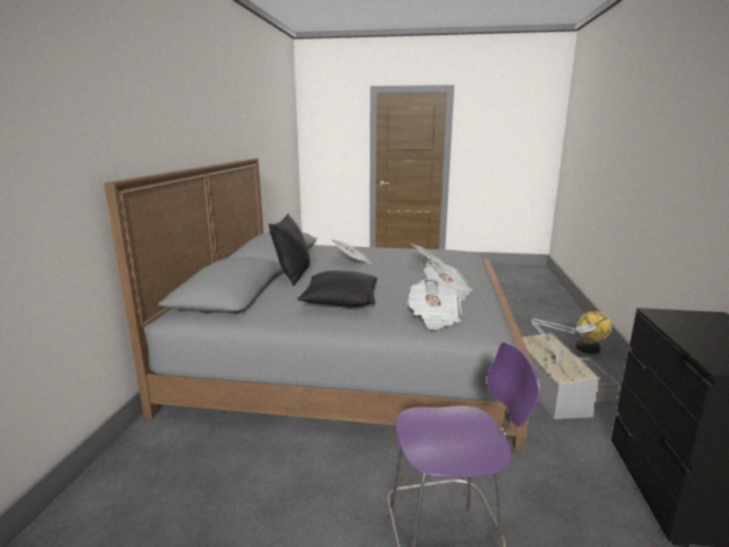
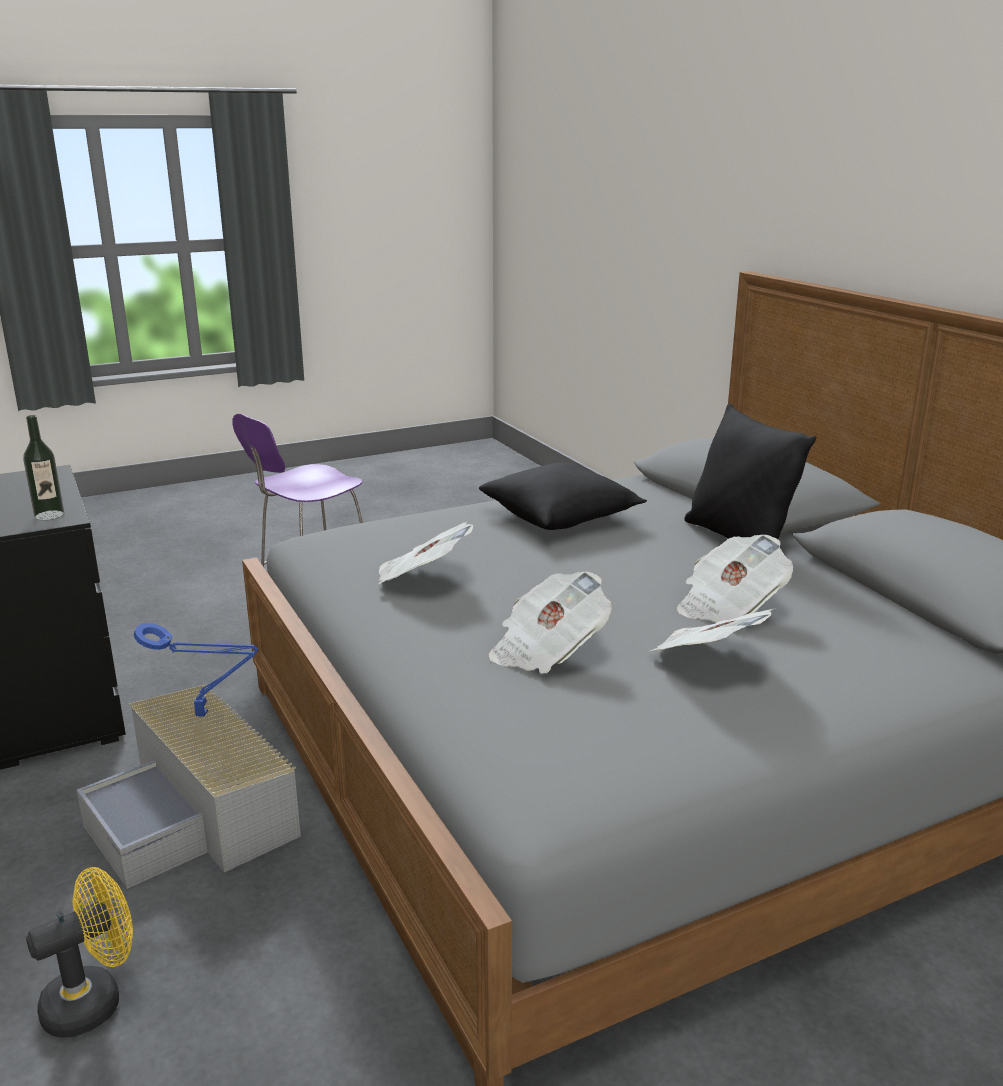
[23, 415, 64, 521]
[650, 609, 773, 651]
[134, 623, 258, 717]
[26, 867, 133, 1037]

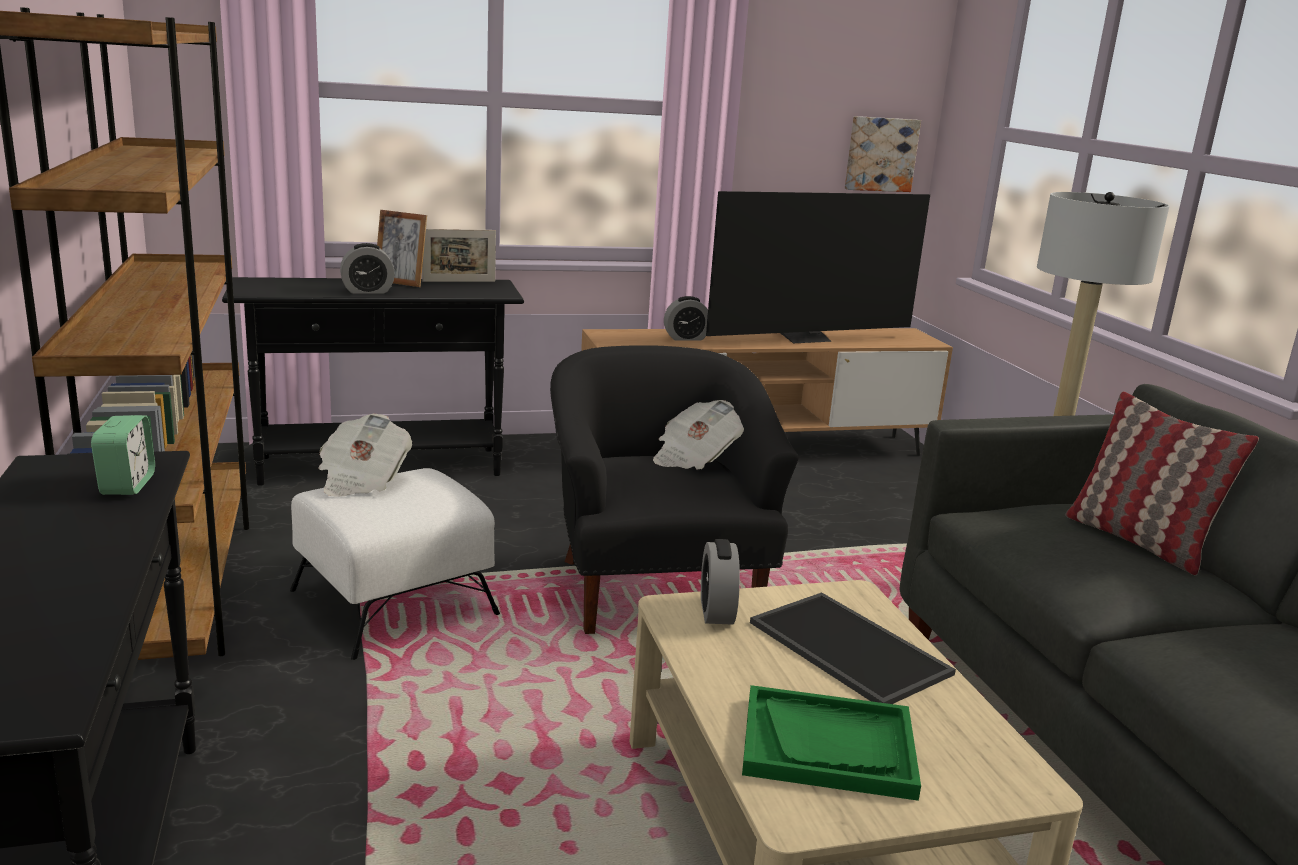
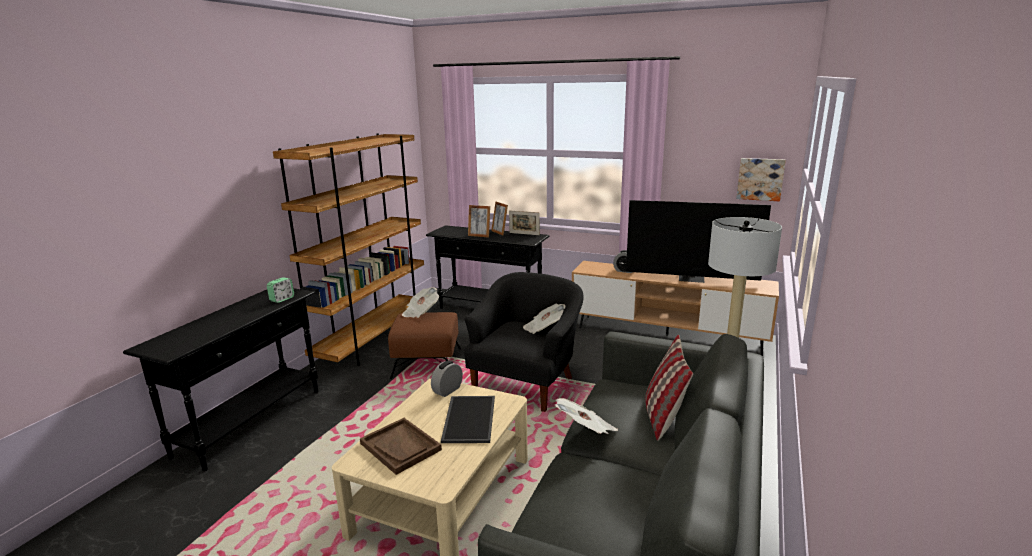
[555, 398, 618, 434]
[468, 205, 490, 238]
[388, 312, 461, 379]
[360, 418, 442, 475]

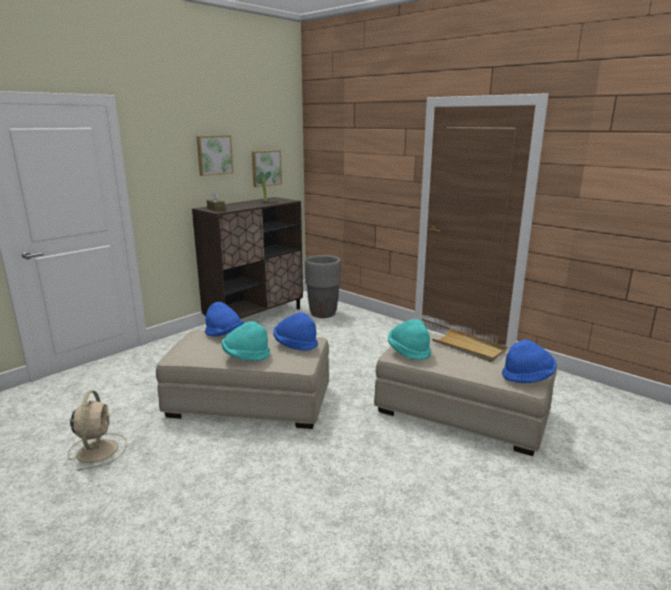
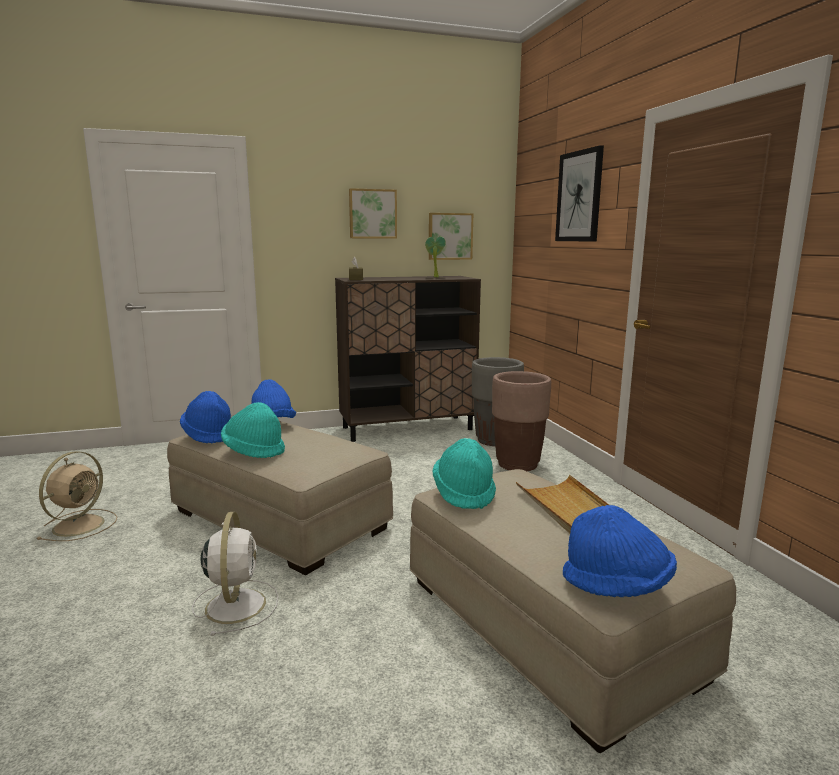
[192, 512, 278, 636]
[492, 371, 551, 471]
[555, 145, 604, 242]
[180, 391, 231, 444]

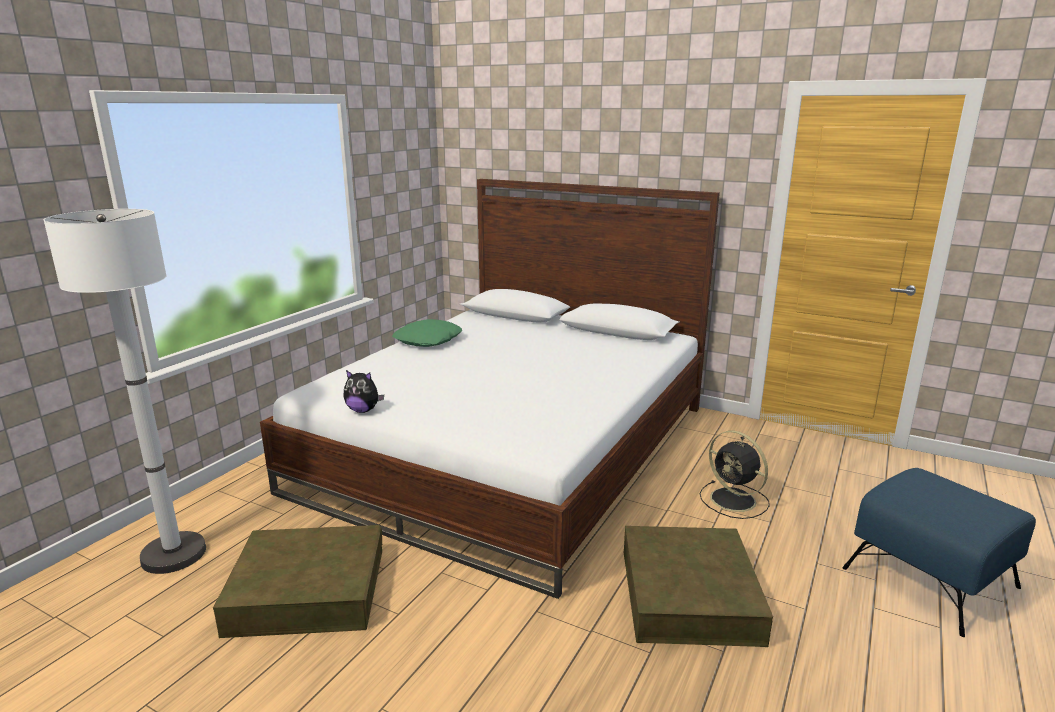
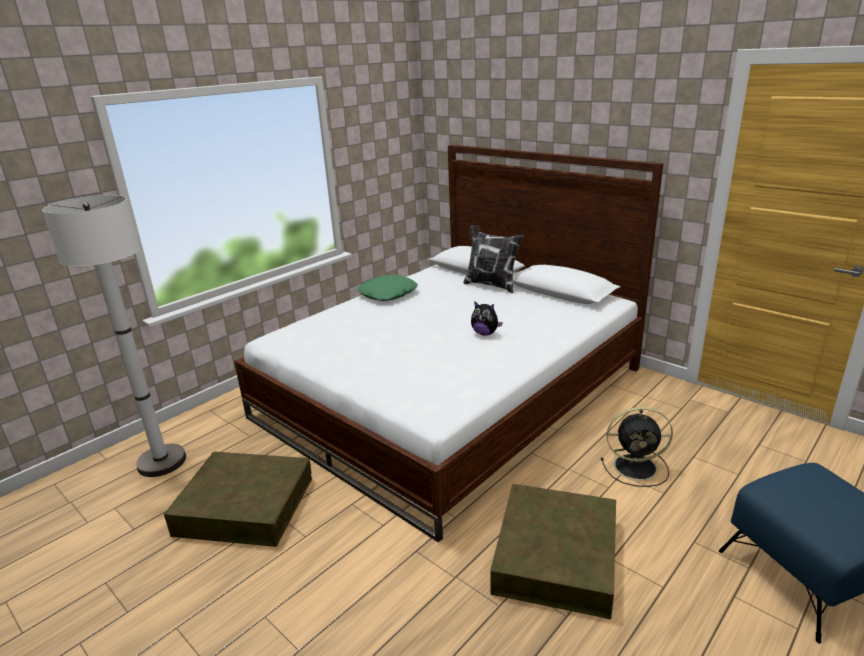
[463, 225, 524, 293]
[471, 301, 503, 336]
[601, 407, 673, 487]

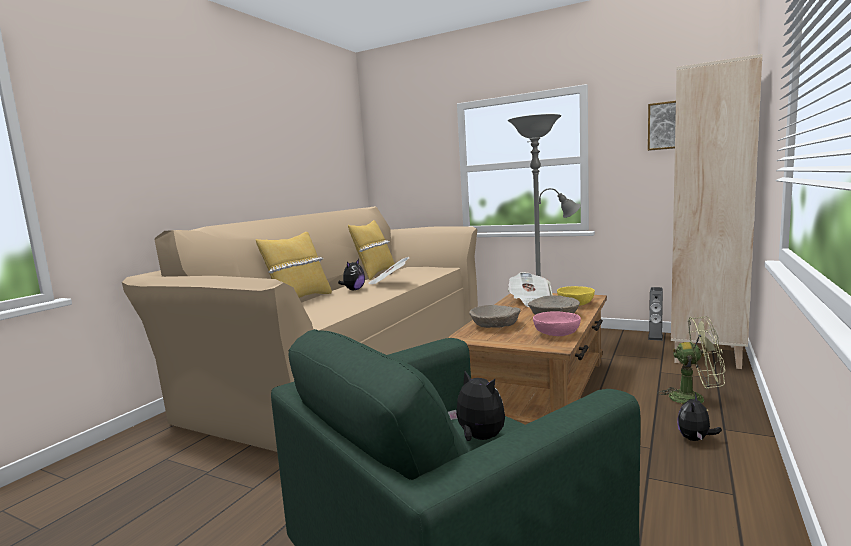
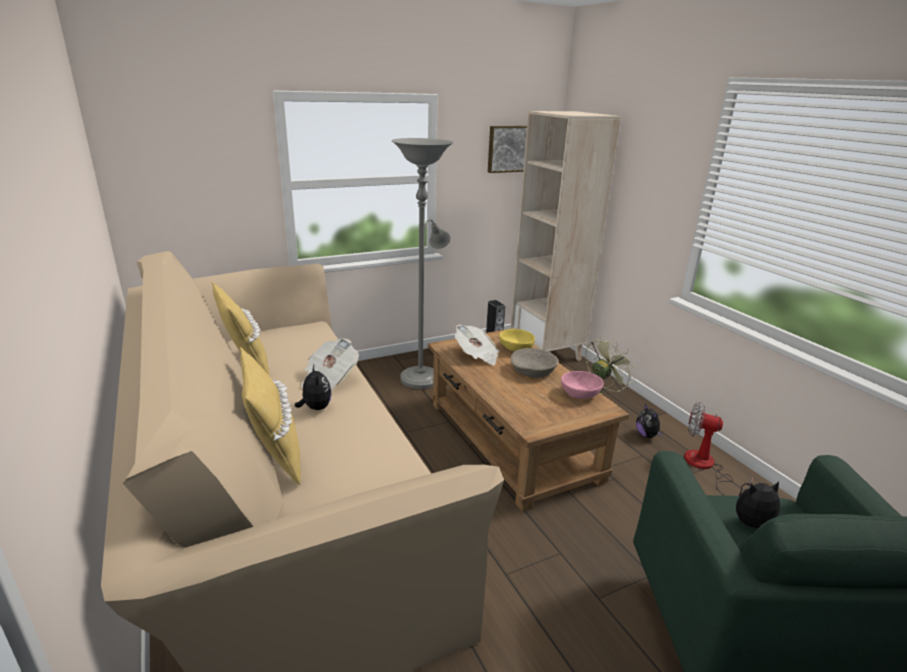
[469, 305, 521, 328] (first image)
[684, 402, 752, 496]

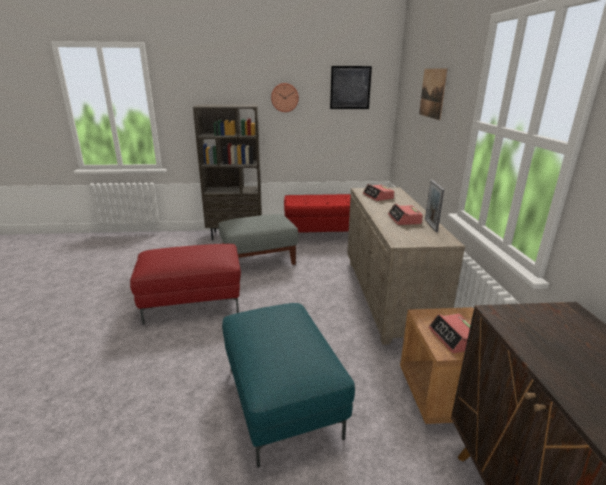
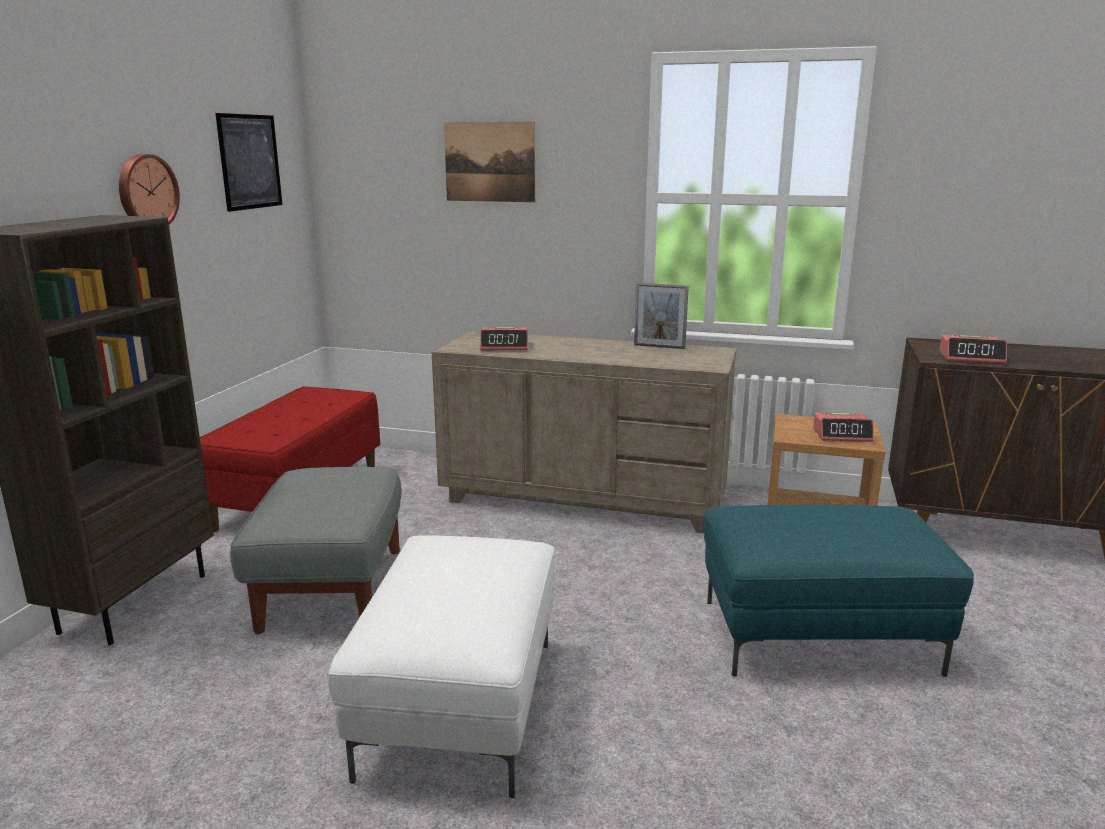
[939, 335, 1007, 364]
[328, 536, 555, 798]

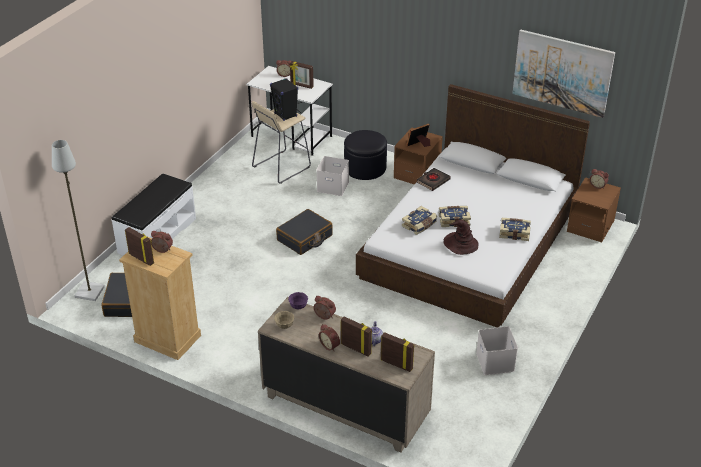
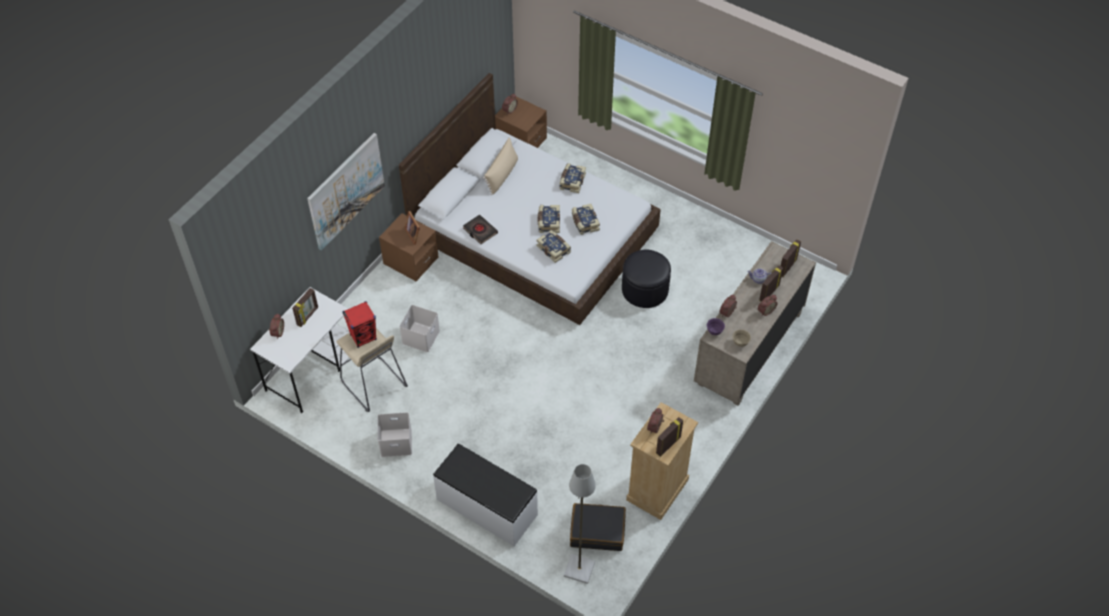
[276, 209, 333, 255] (first image)
[483, 138, 518, 195]
[622, 250, 671, 308]
[378, 412, 412, 457]
[307, 133, 385, 251]
[572, 204, 600, 235]
[342, 301, 377, 348]

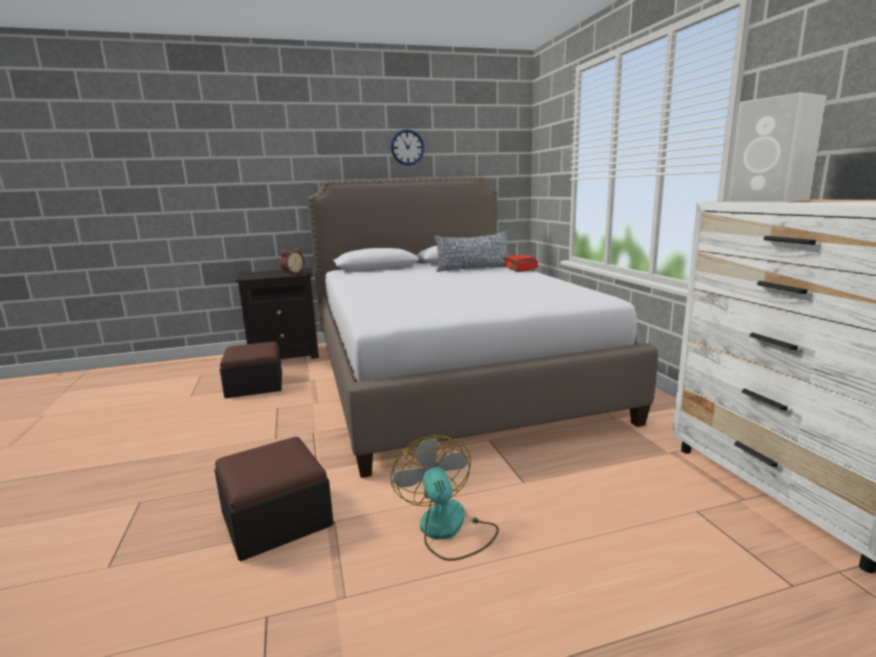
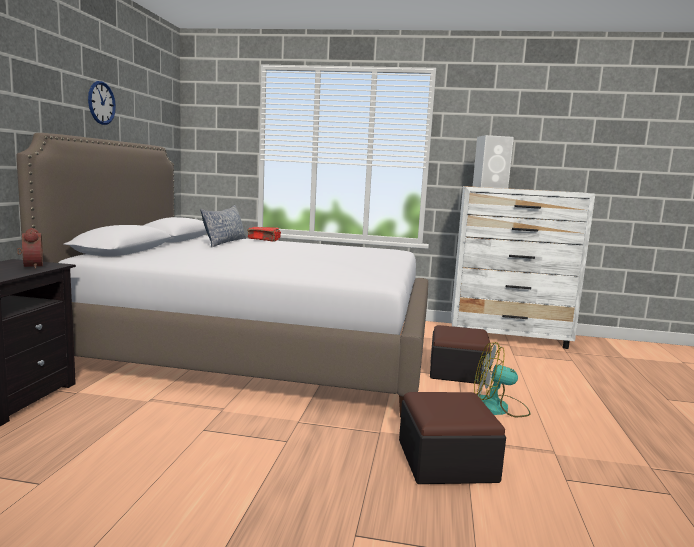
[430, 325, 492, 385]

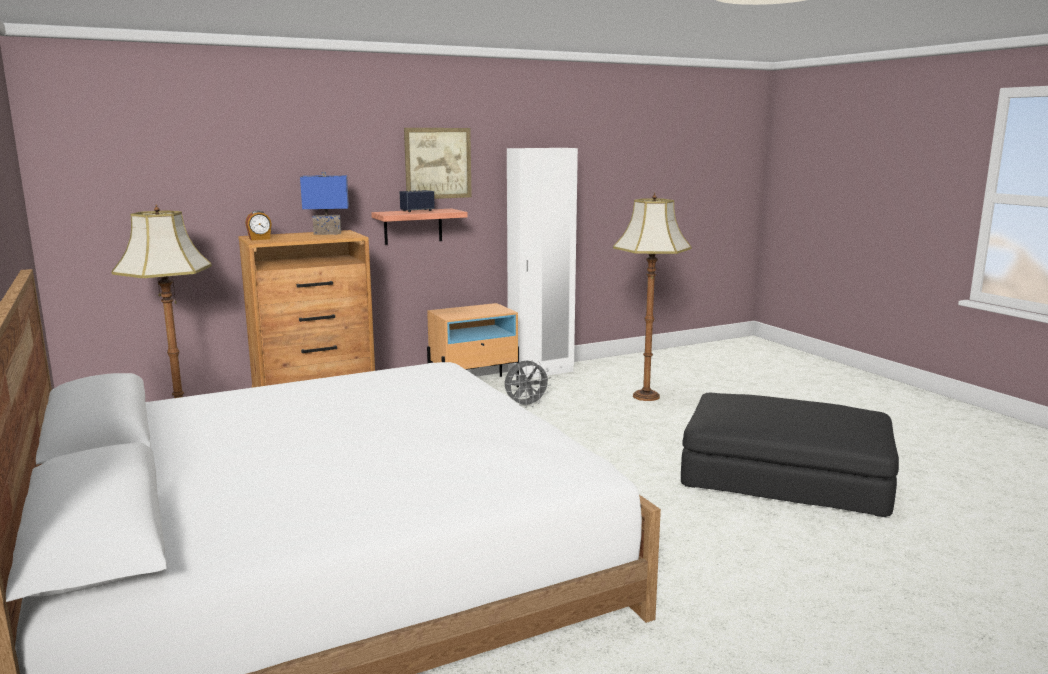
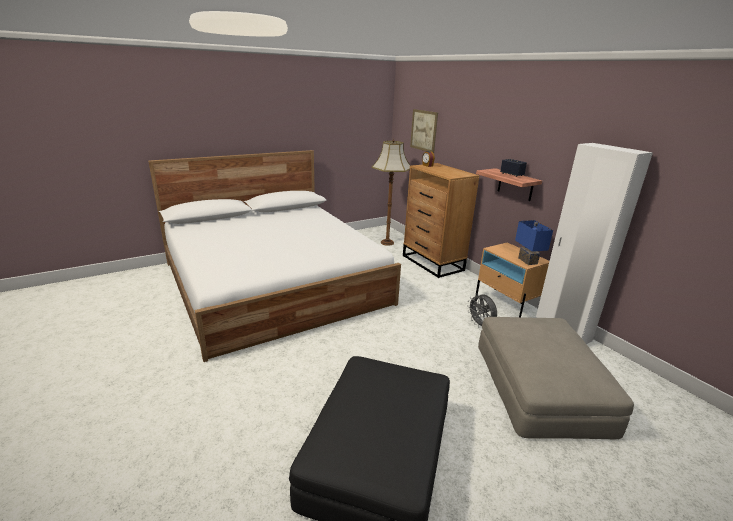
[515, 220, 553, 265]
[410, 109, 438, 153]
[478, 317, 634, 439]

